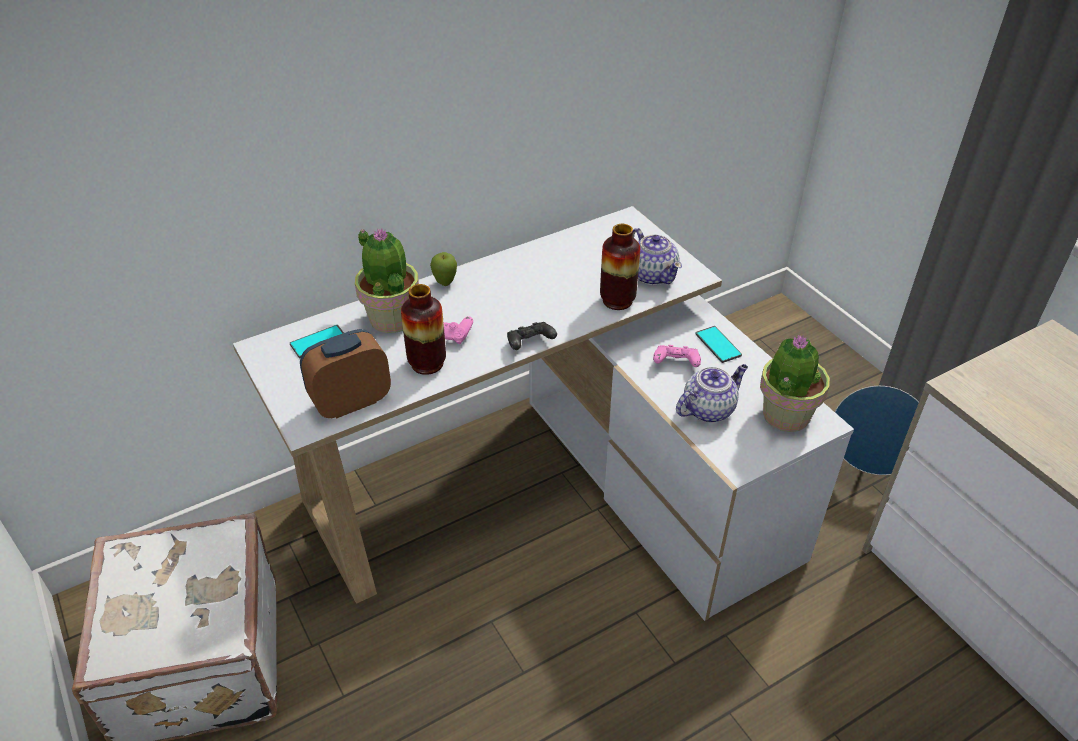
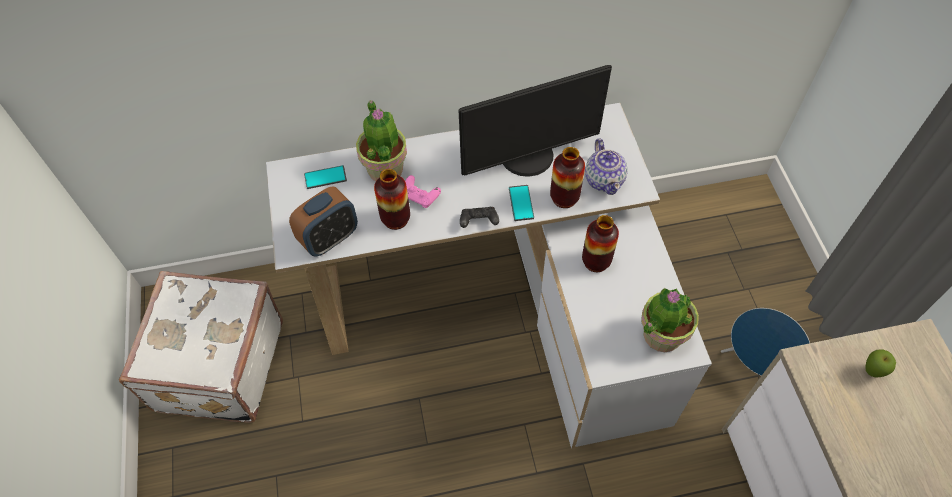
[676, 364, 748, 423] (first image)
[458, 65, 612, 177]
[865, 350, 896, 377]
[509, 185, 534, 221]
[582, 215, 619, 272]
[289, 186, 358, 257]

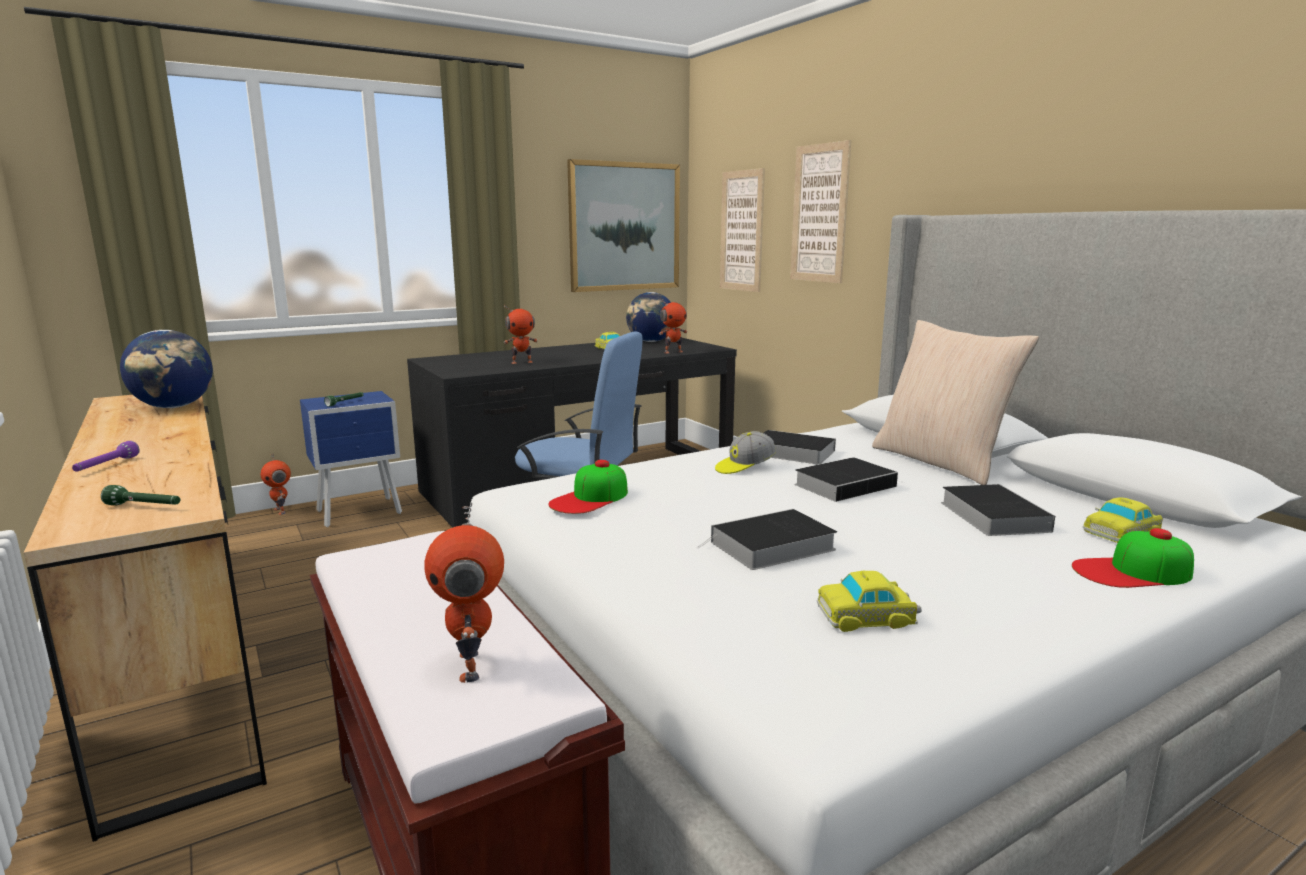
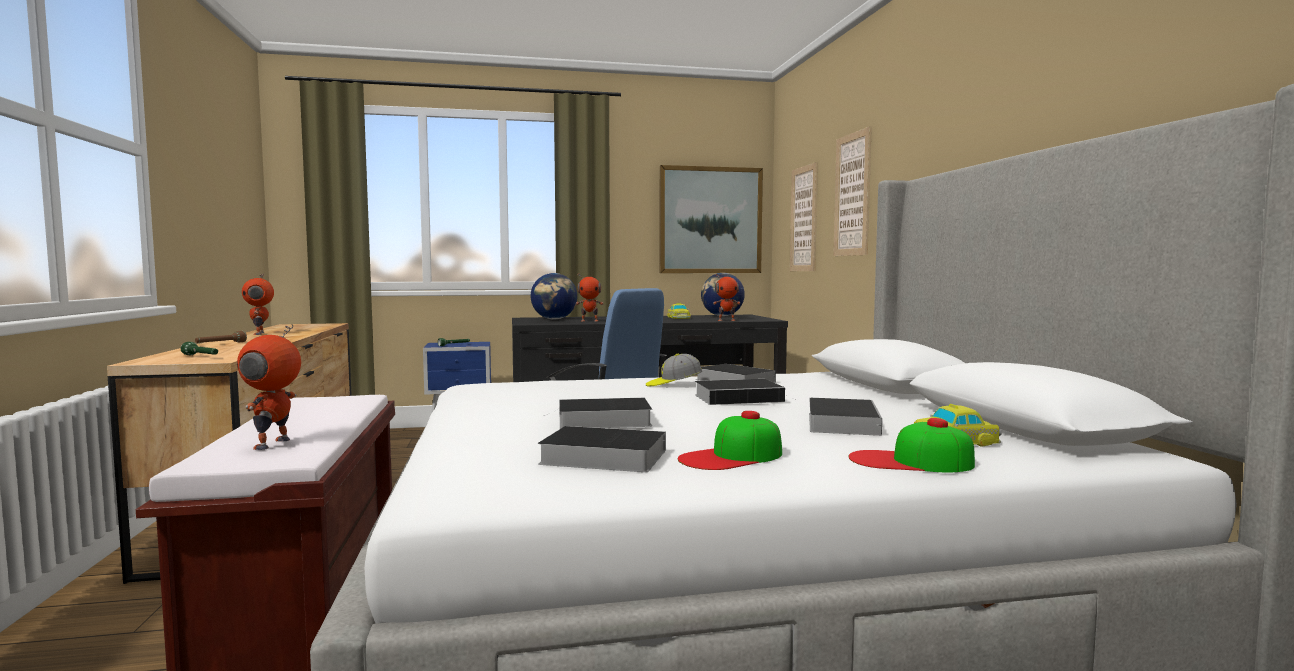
[872, 320, 1039, 485] (first image)
[531, 273, 577, 320]
[242, 273, 274, 335]
[678, 411, 782, 470]
[538, 426, 666, 472]
[195, 331, 247, 343]

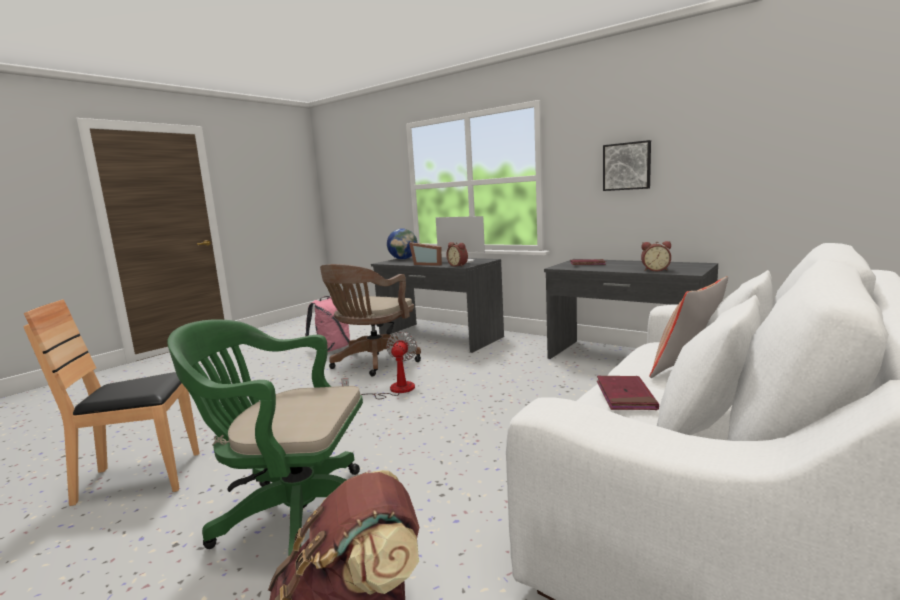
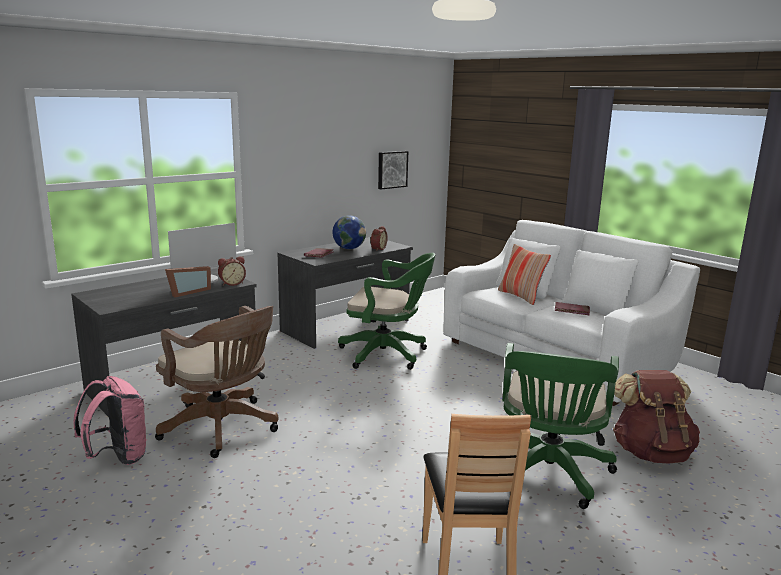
[341, 331, 417, 399] (first image)
[338, 253, 435, 370]
[332, 215, 366, 249]
[378, 151, 408, 189]

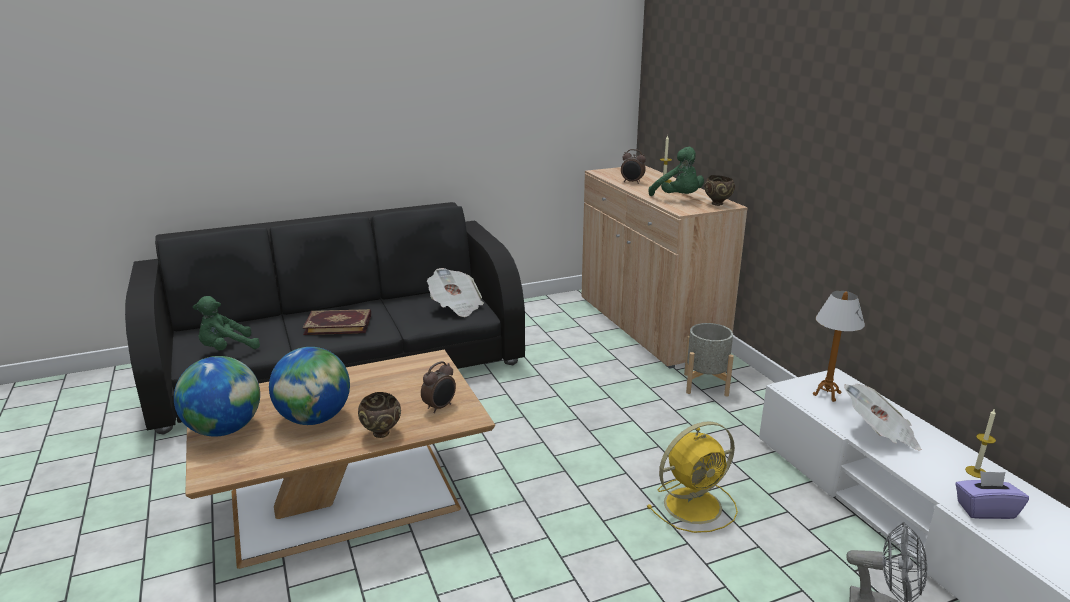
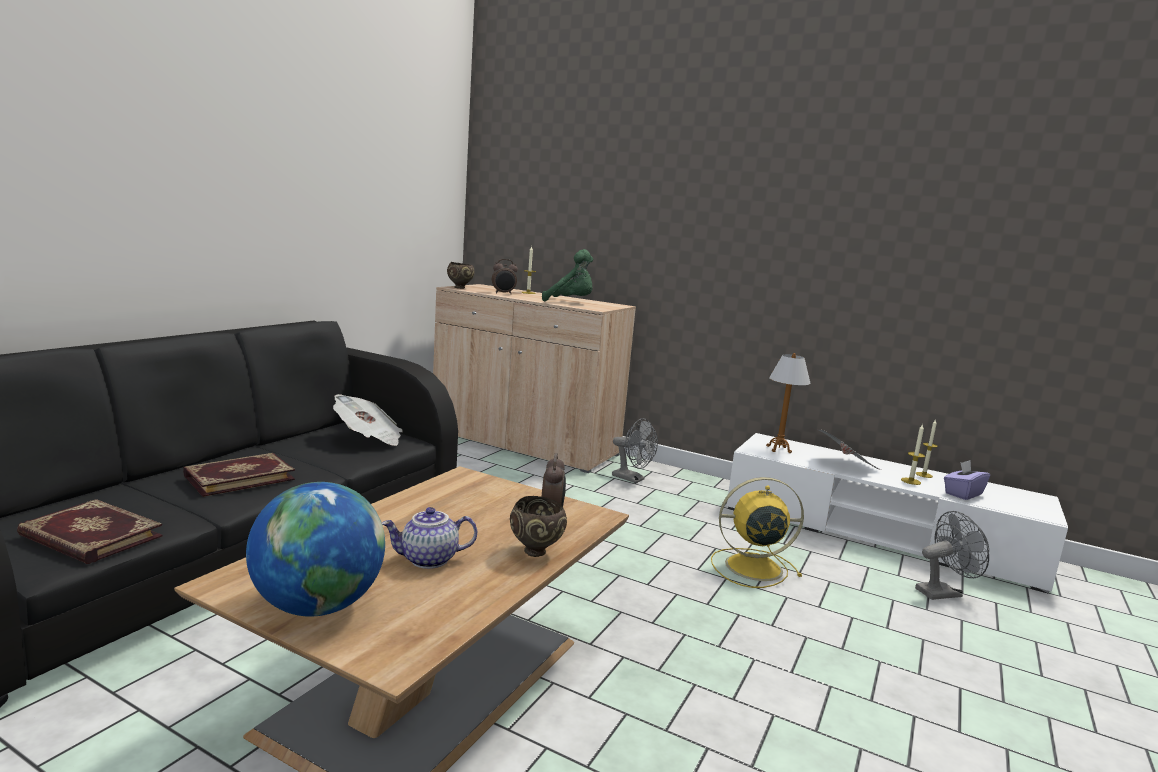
[901, 424, 925, 485]
[447, 262, 475, 289]
[17, 499, 163, 564]
[382, 507, 477, 569]
[612, 418, 658, 483]
[711, 477, 804, 588]

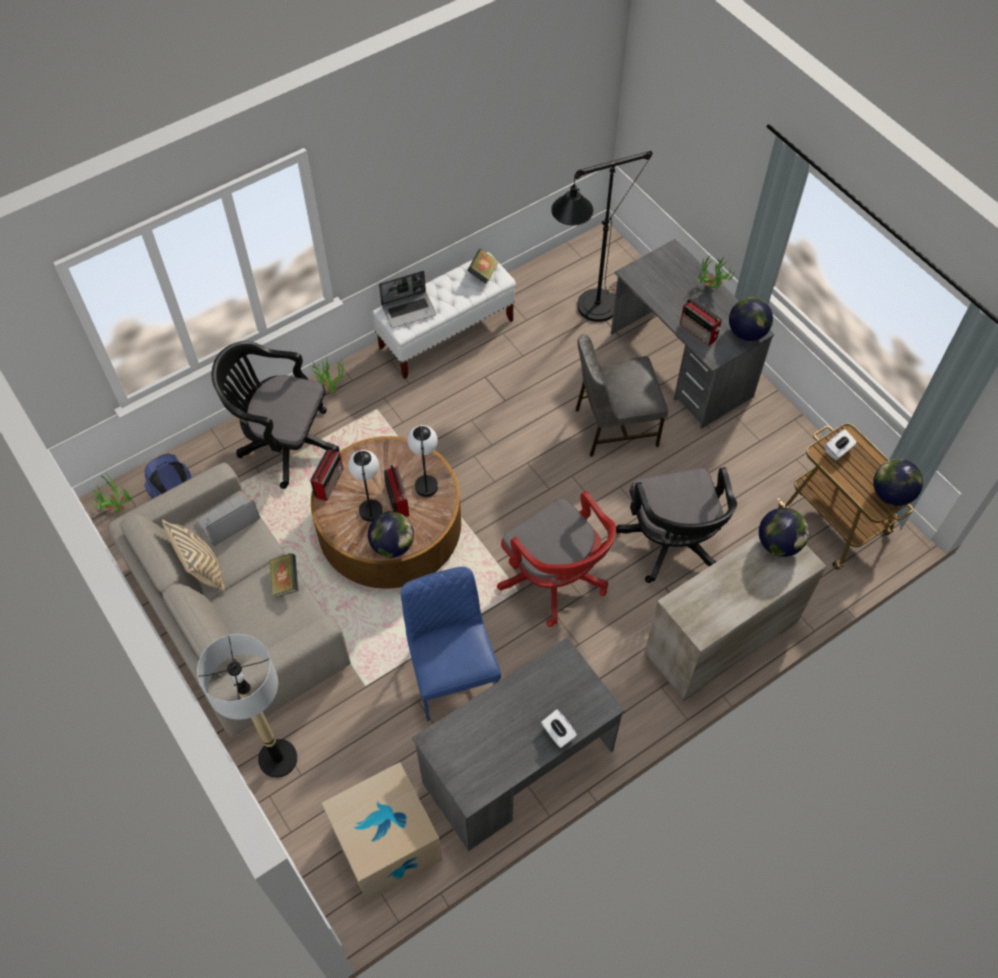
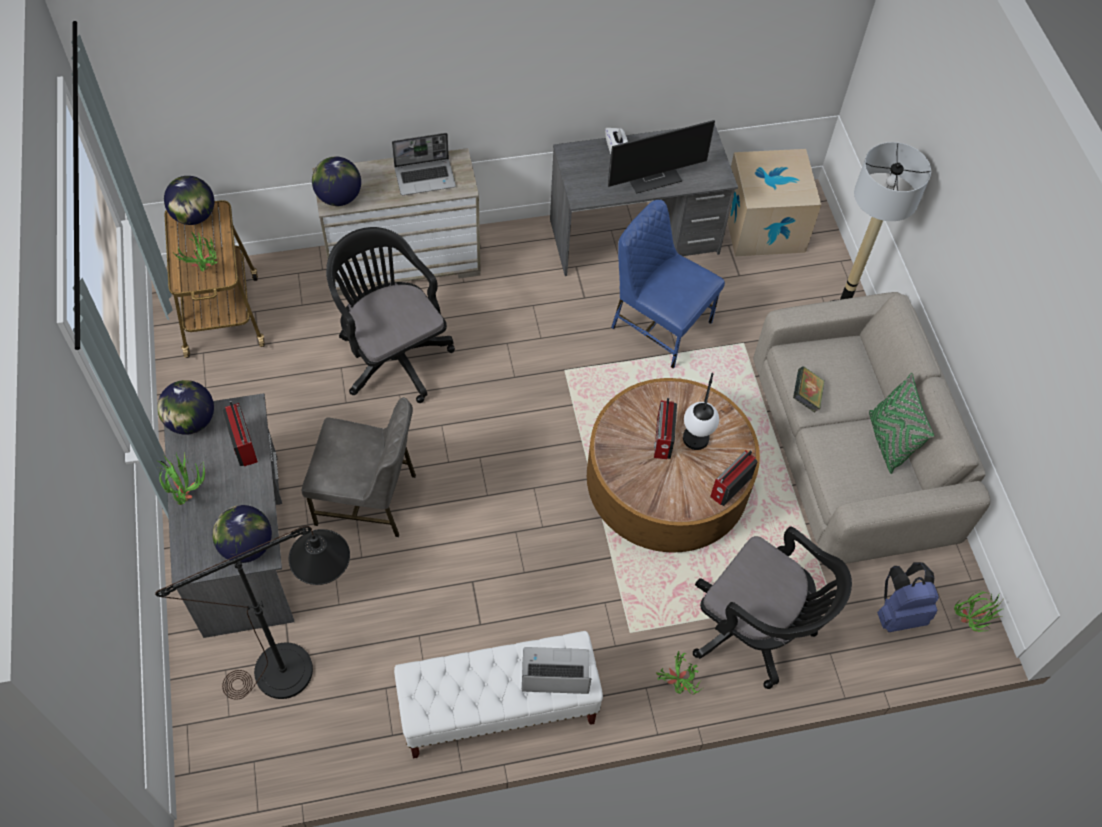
[407, 425, 438, 497] (first image)
[467, 249, 499, 284] (first image)
[497, 491, 616, 627] (first image)
[608, 120, 715, 194]
[392, 133, 456, 195]
[212, 505, 272, 563]
[173, 232, 220, 272]
[869, 373, 934, 474]
[611, 200, 725, 368]
[326, 227, 455, 403]

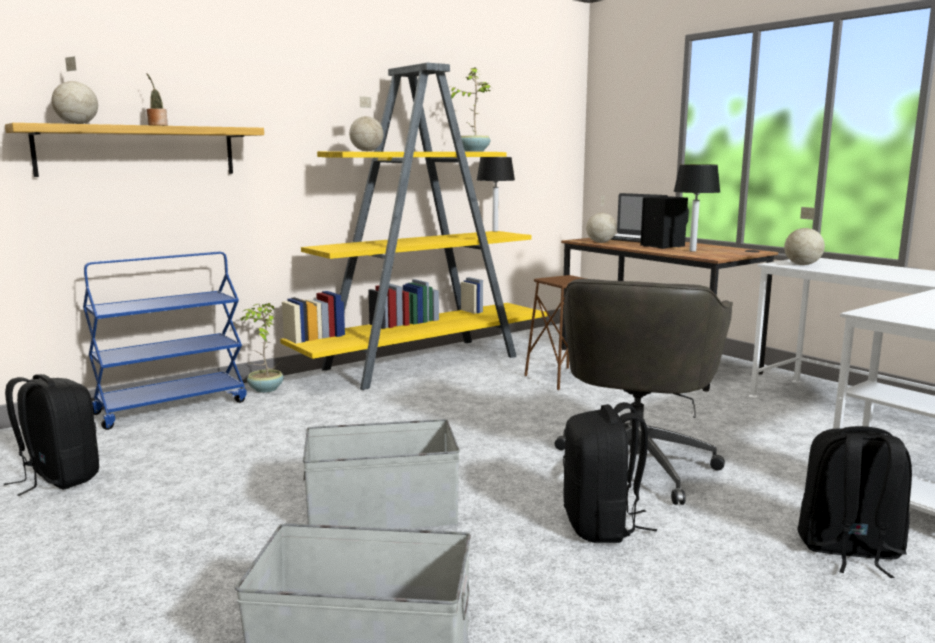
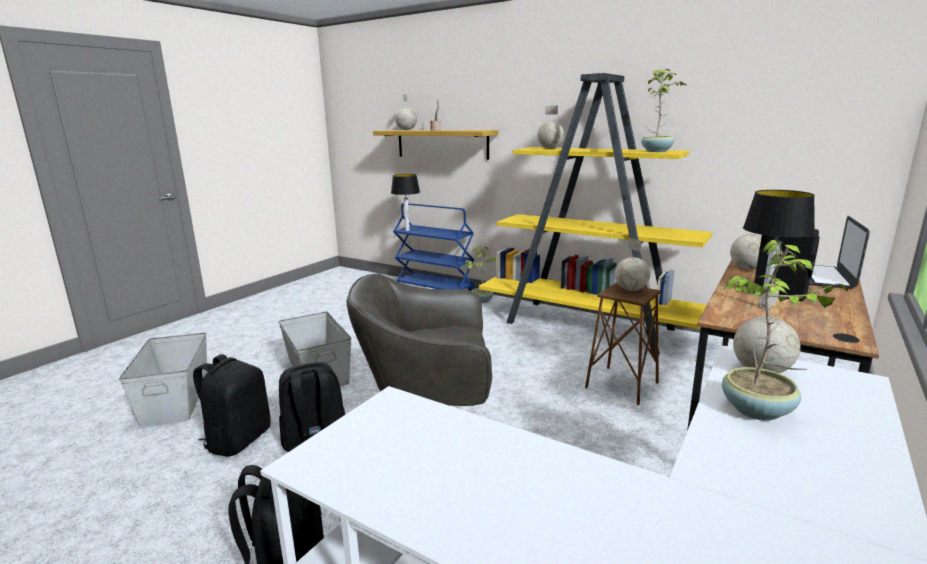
[615, 238, 650, 291]
[722, 240, 848, 421]
[193, 354, 271, 457]
[391, 174, 420, 231]

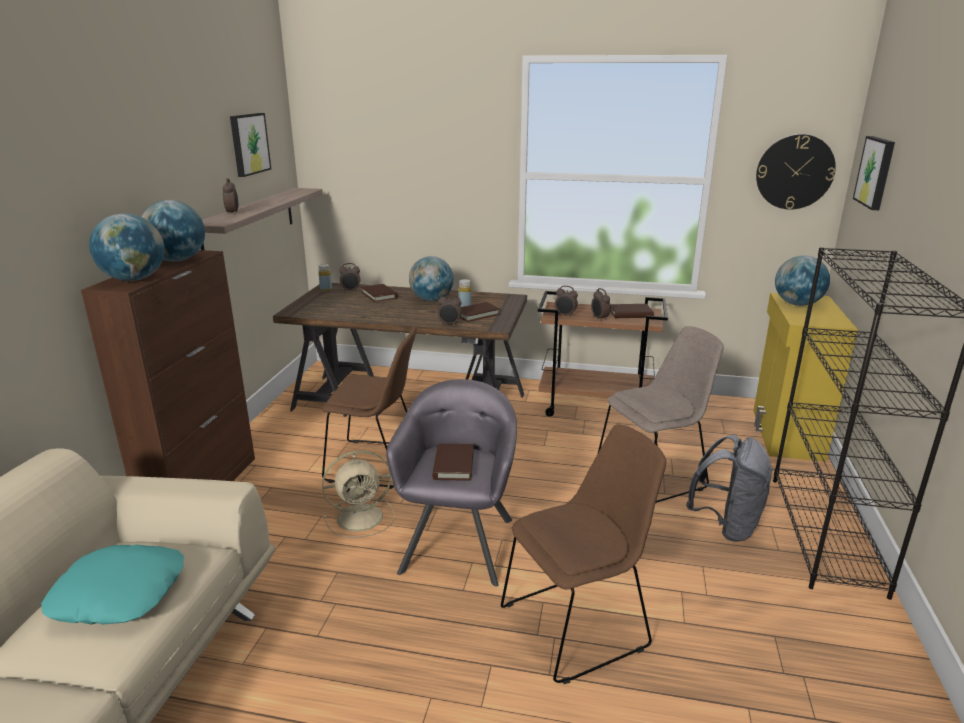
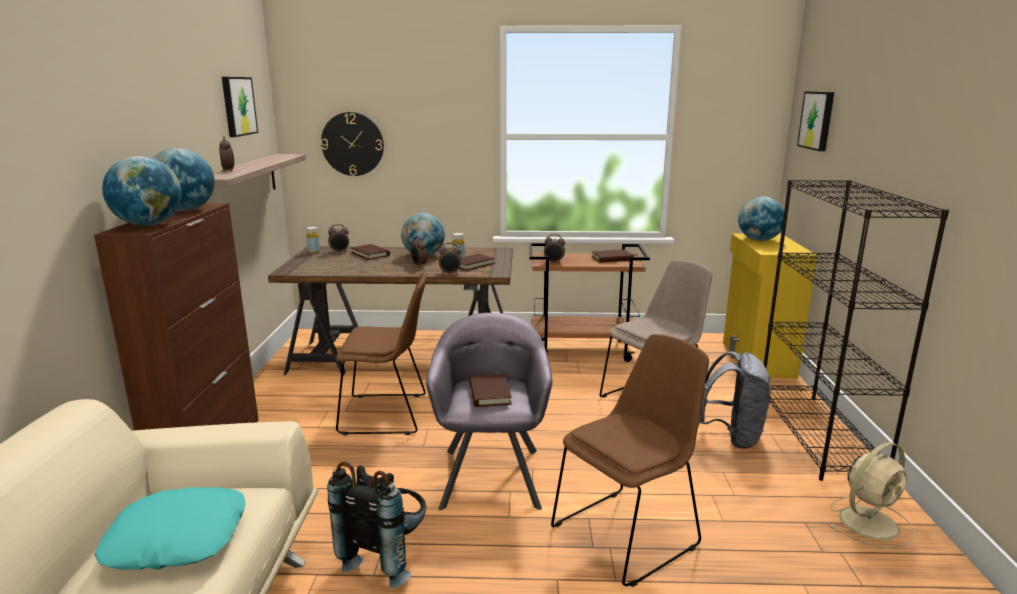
[327, 461, 427, 588]
[829, 442, 915, 548]
[411, 236, 428, 267]
[321, 112, 384, 176]

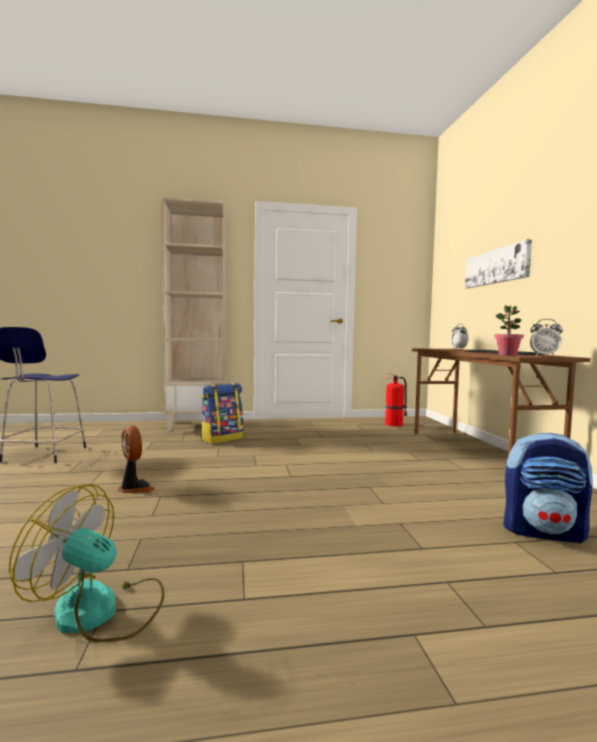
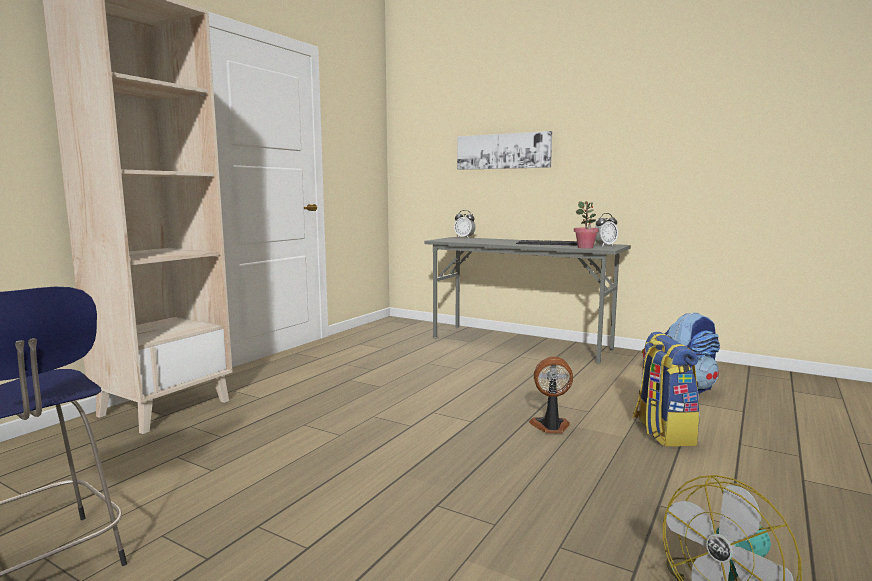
[385, 373, 407, 427] (first image)
[529, 357, 573, 433]
[632, 332, 700, 446]
[424, 237, 631, 364]

